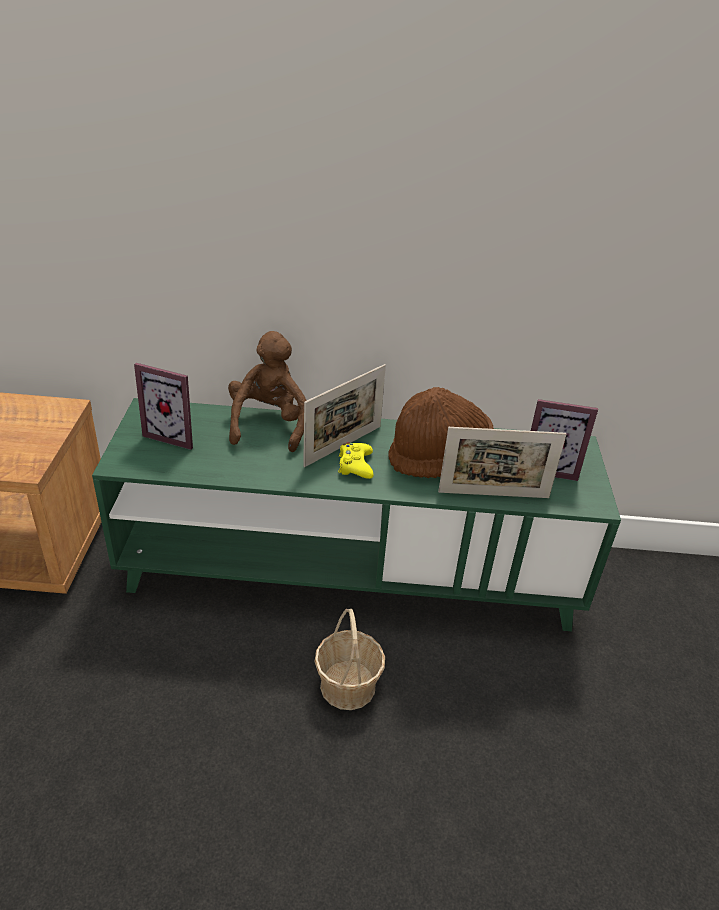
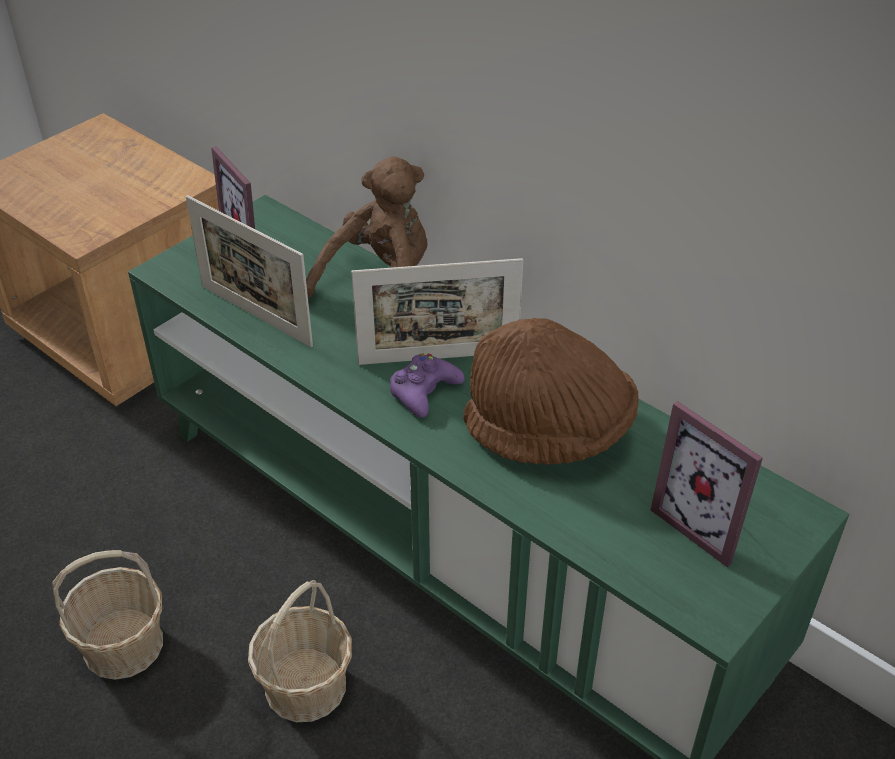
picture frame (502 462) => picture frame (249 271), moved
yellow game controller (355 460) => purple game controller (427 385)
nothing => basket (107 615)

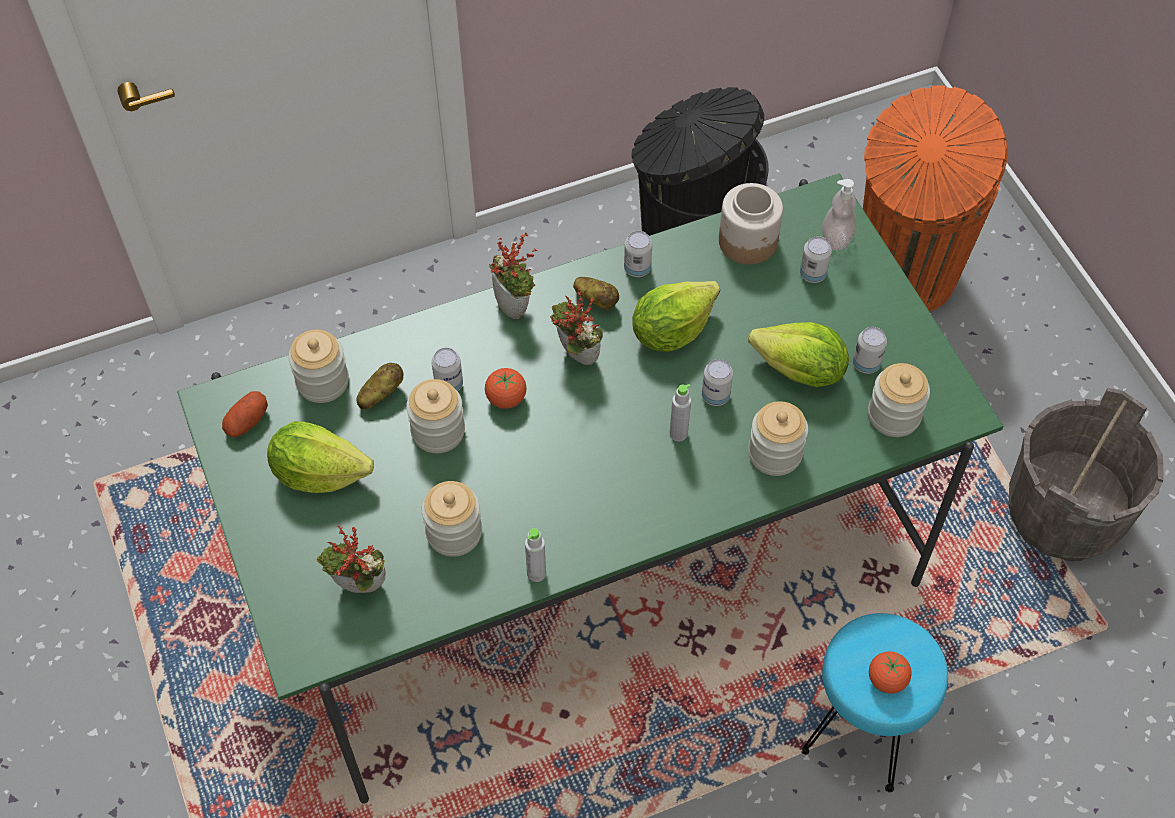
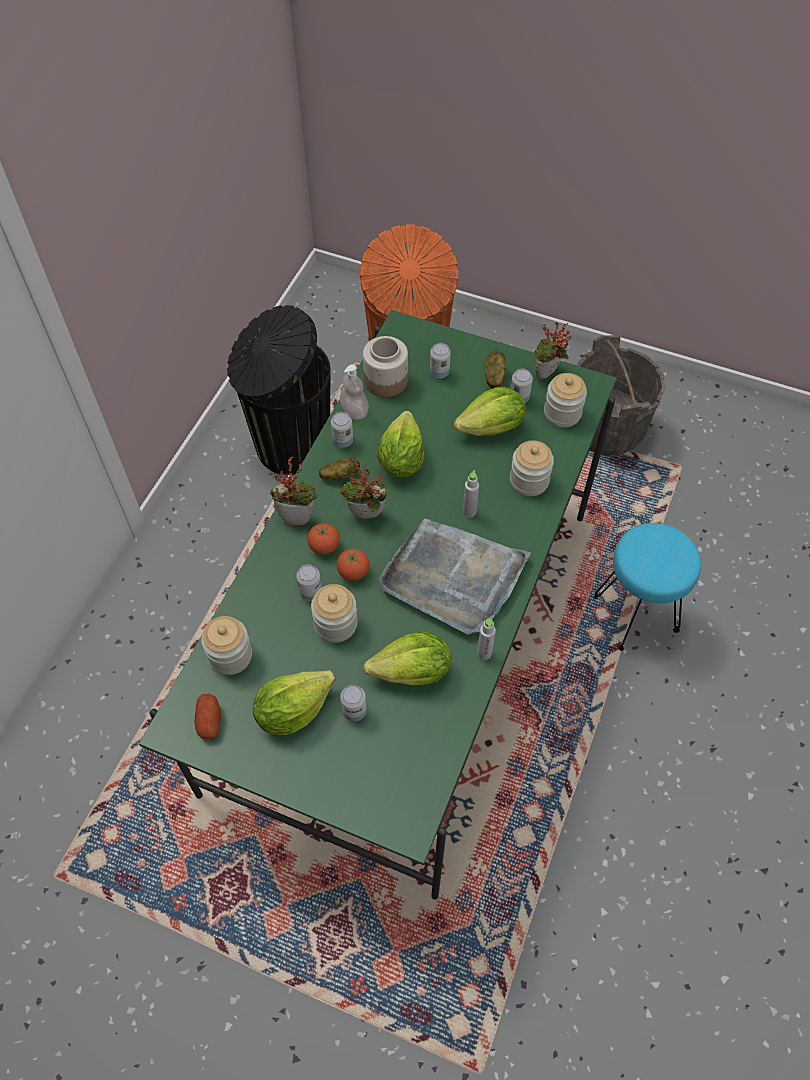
soap dispenser (839 215) => soap dispenser (354 392), moved
can (717 382) => can (353 703), moved
potato (379 386) => potato (495 370), moved
jar (452 519) => lettuce (408 658)
potted plant (351 559) => potted plant (553 350), moved
tomato (890 672) => tomato (323 539), moved
nothing => grey tray (454 577)

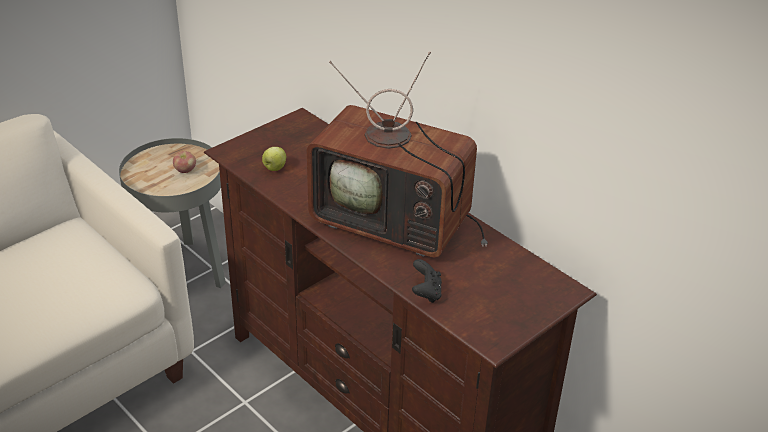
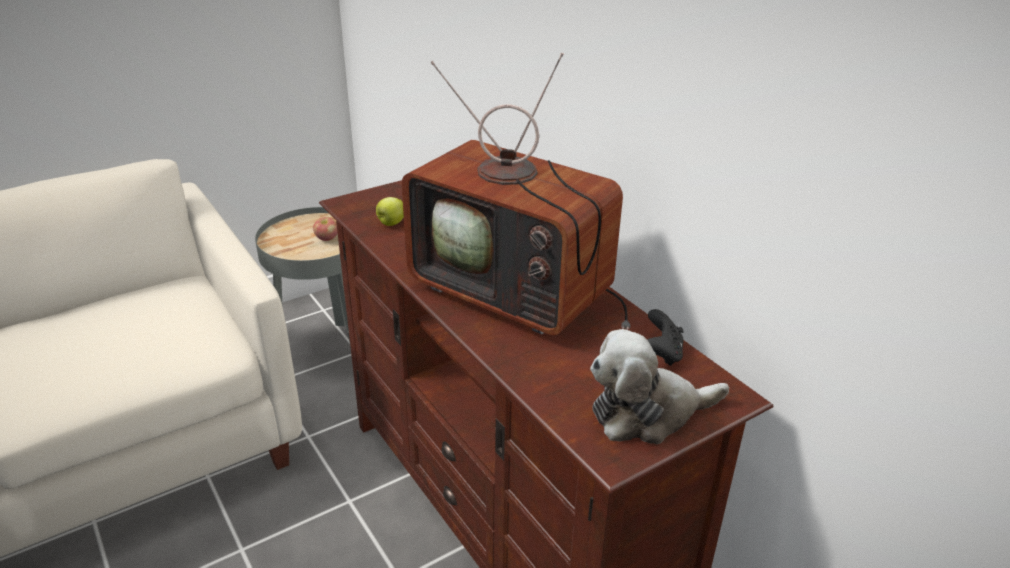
black game controller (427 281) => black game controller (665 337), moved
nothing => plush toy (659 386)

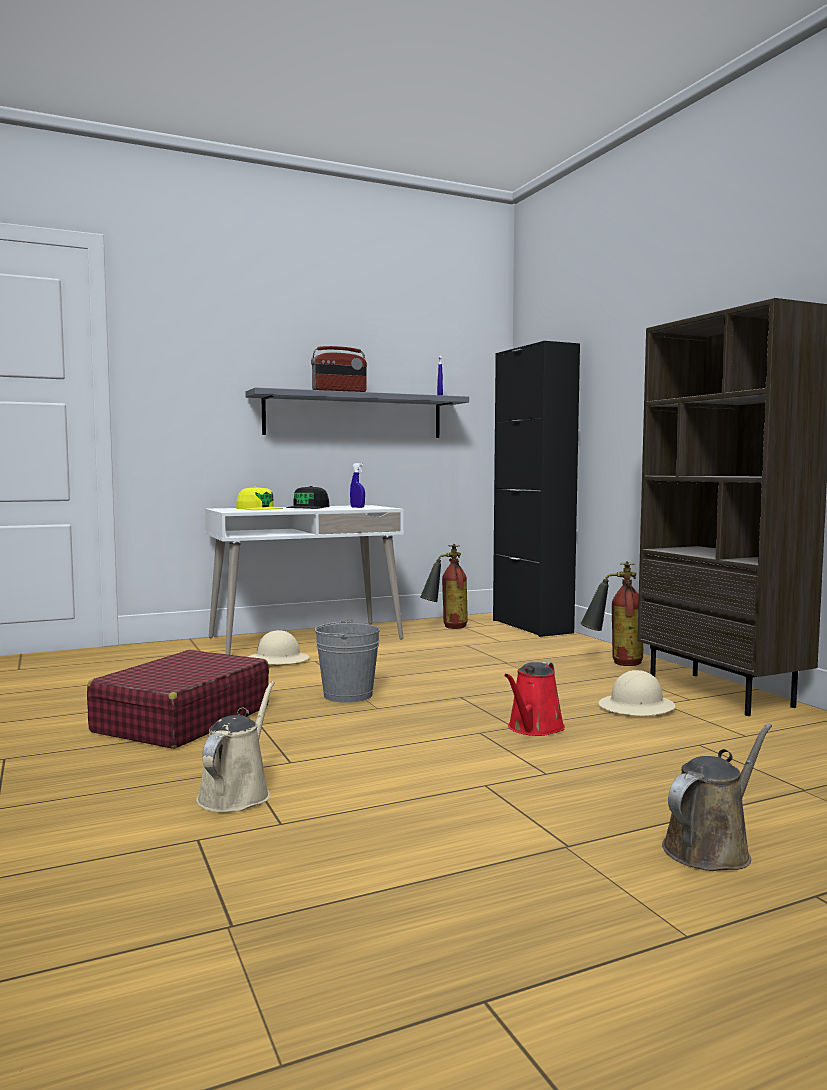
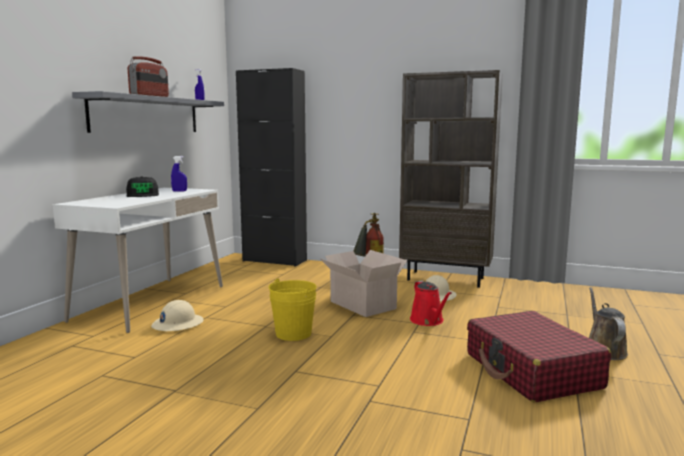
yellow cap (259 498) => nothing
fire extinguisher (444 586) => nothing
grey bucket (347 660) => yellow bucket (292 309)
red suitcase (178 699) => red suitcase (539 357), moved
beige watering can (235 746) => nothing
nothing => cardboard box (364 283)

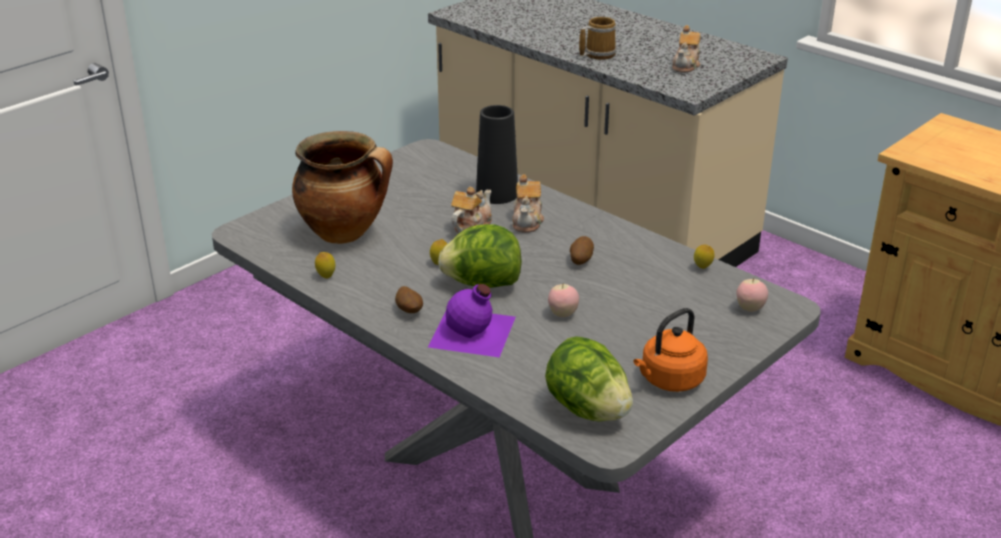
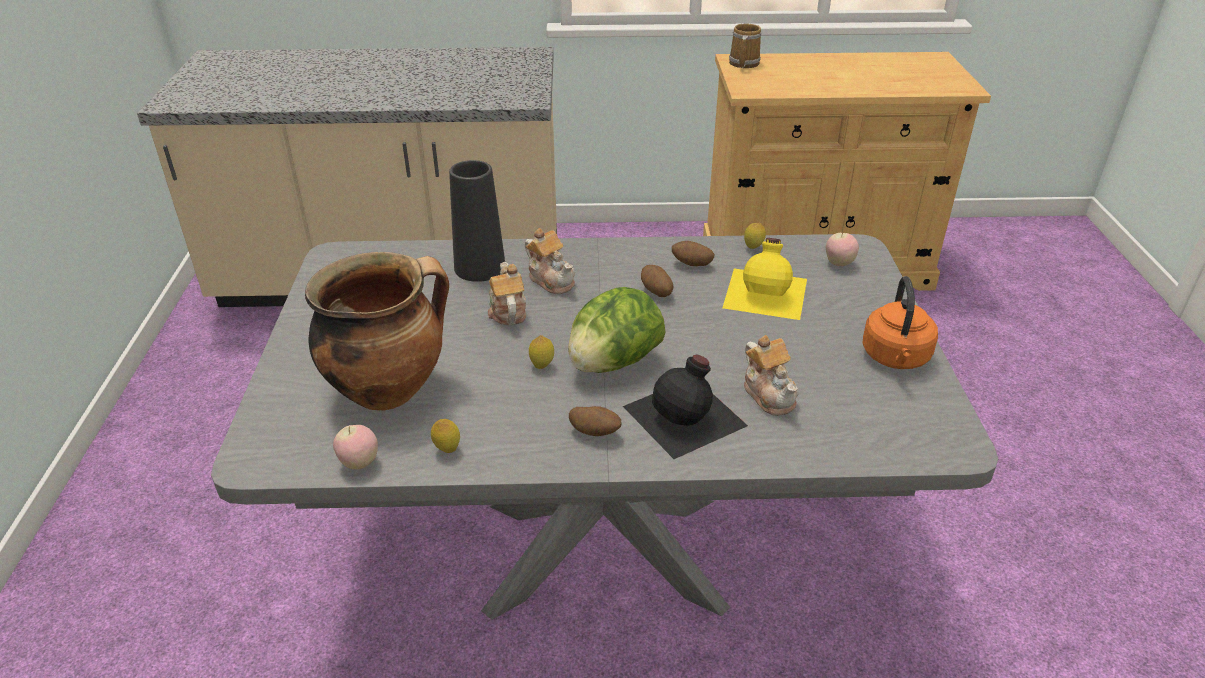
mug (597 38) => mug (745 45), moved
teapot (686 49) => teapot (771 375), moved
purple bottle (472 320) => black bottle (685 407)
apple (563 300) => apple (355 447), moved
lettuce (589 379) => nothing
nothing => yellow bottle (764 279)
nothing => potato (693 253)

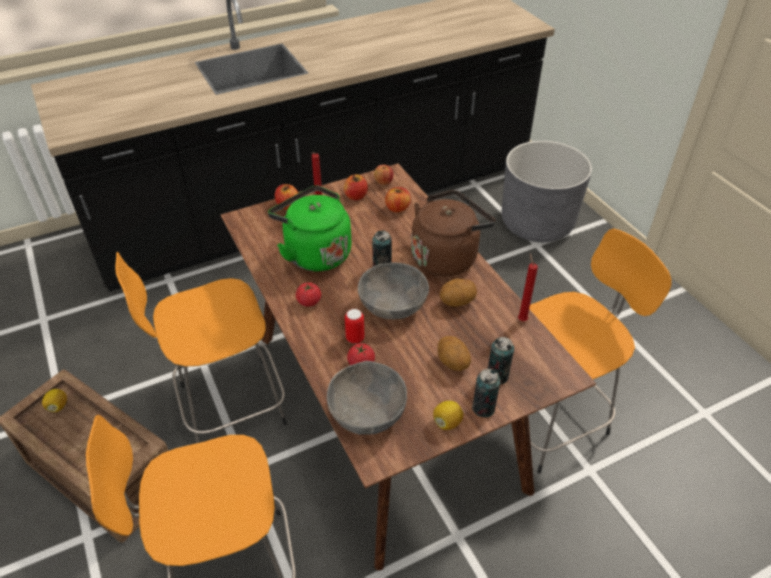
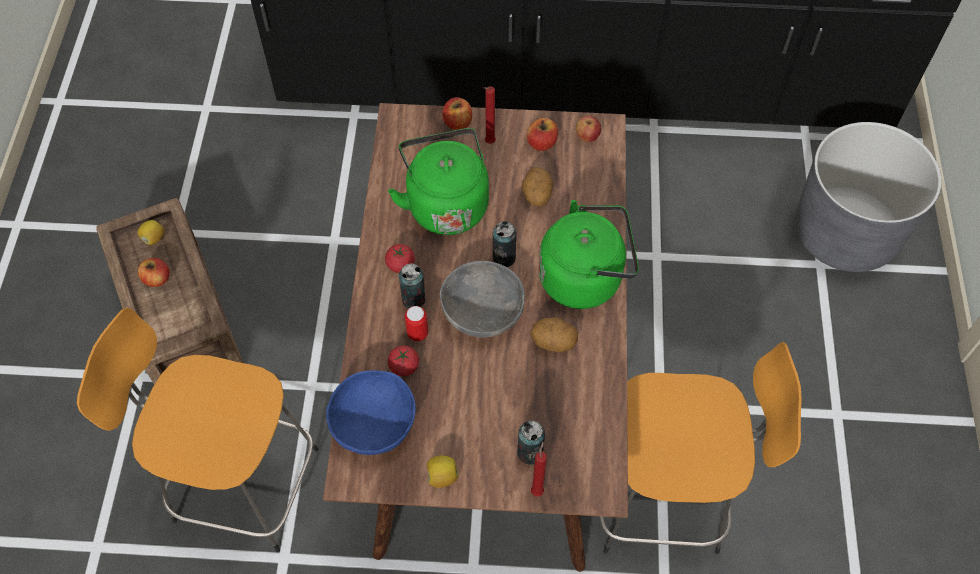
apple (398 199) => apple (154 272), moved
brown kettle (453 233) => green kettle (589 254)
orange stool (201 347) => nothing
red candle (528 287) => red candle (539 468), moved
potato (454 353) => potato (537 186), moved
grey bowl (367 398) => blue bowl (371 412)
can (486 393) => can (412 286), moved

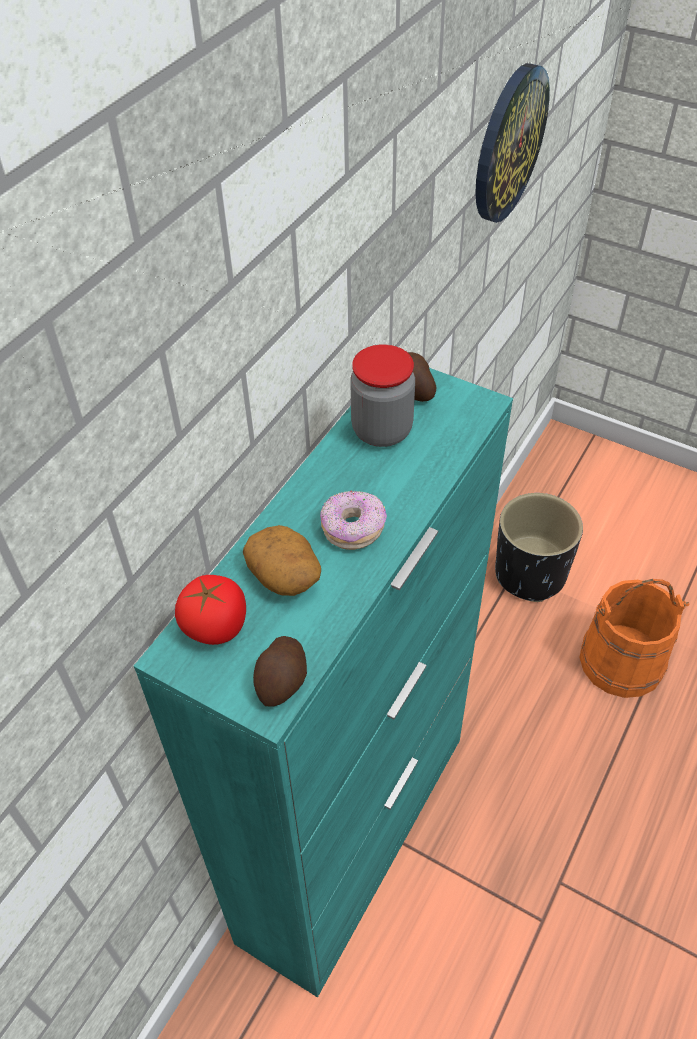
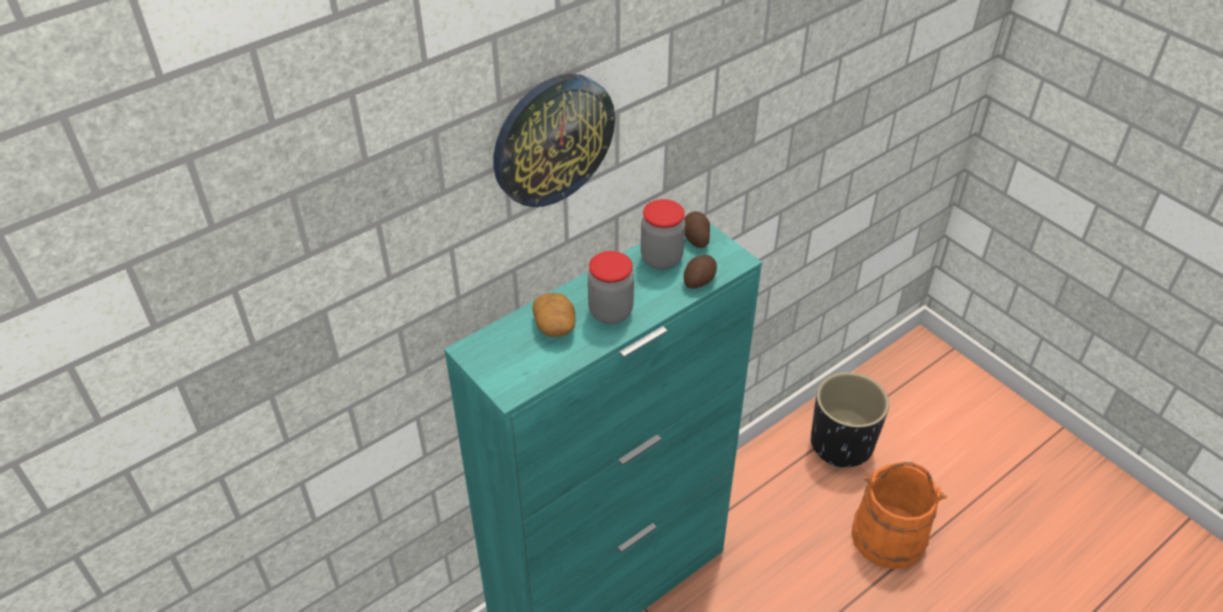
wall clock (512 143) => wall clock (554 140), moved
donut (353 520) => jar (611 287)
tomato (210 610) => nothing
potato (280 671) => potato (700 272), moved

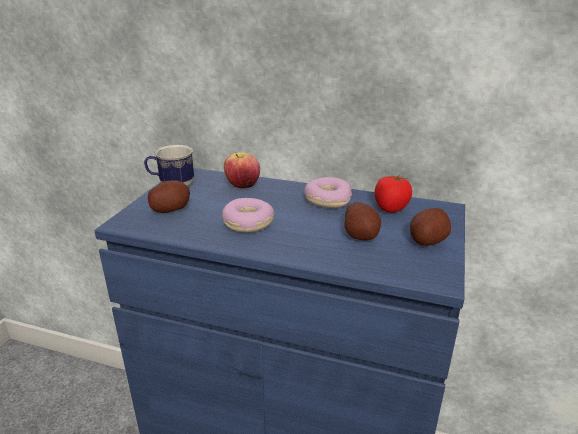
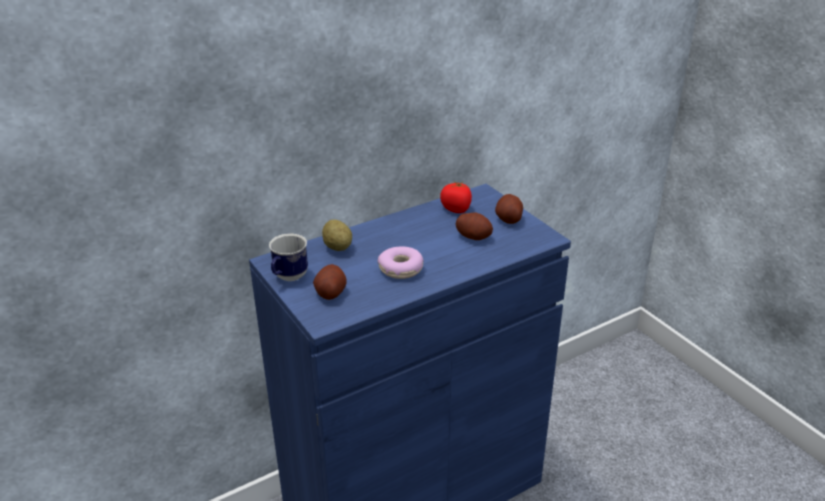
apple (242 170) => potato (337 235)
donut (328 192) => nothing

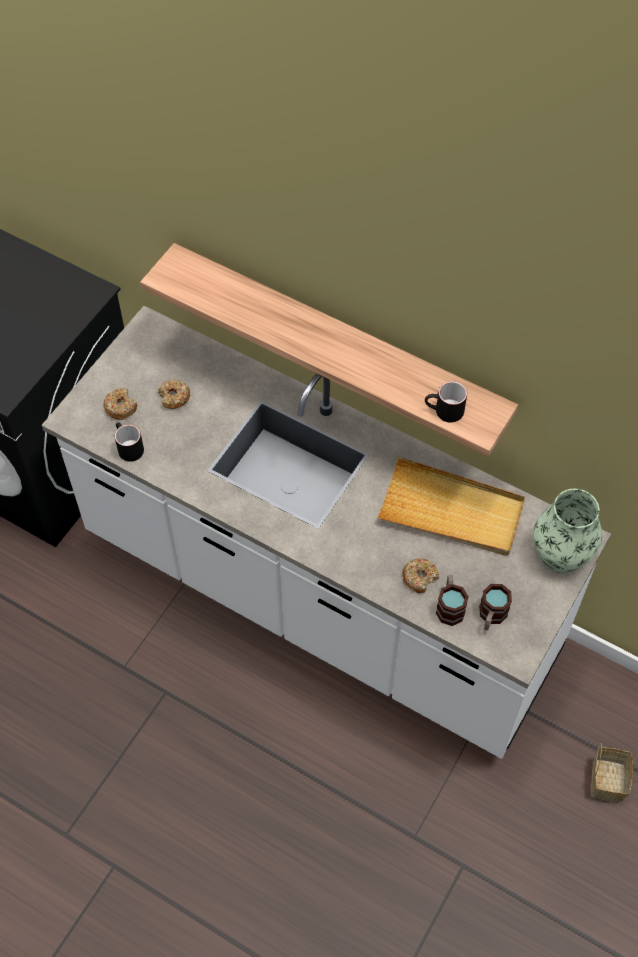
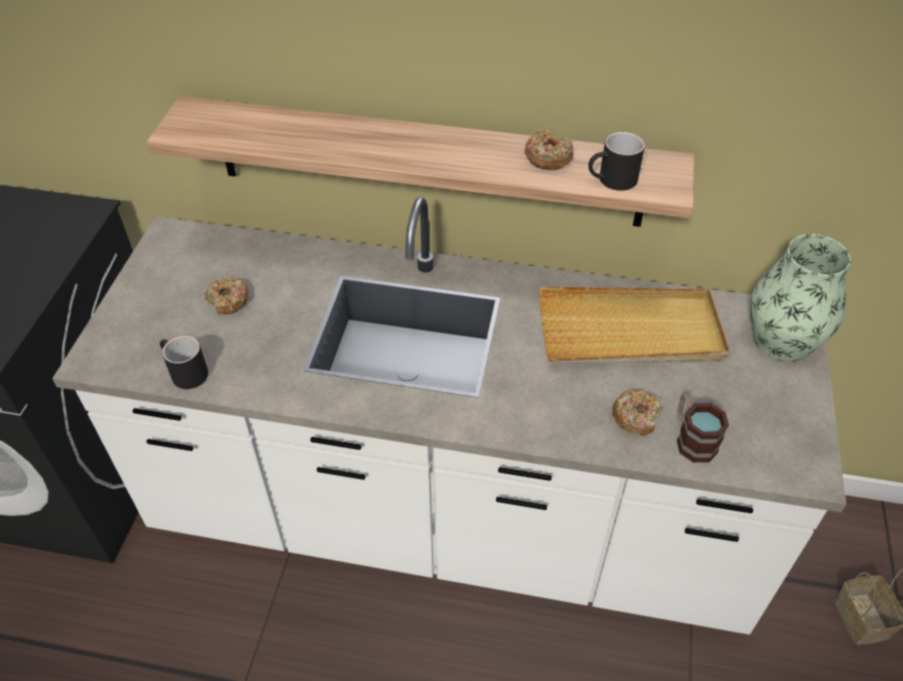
donut (120 404) => donut (549 149), moved
mug (495 607) => nothing

